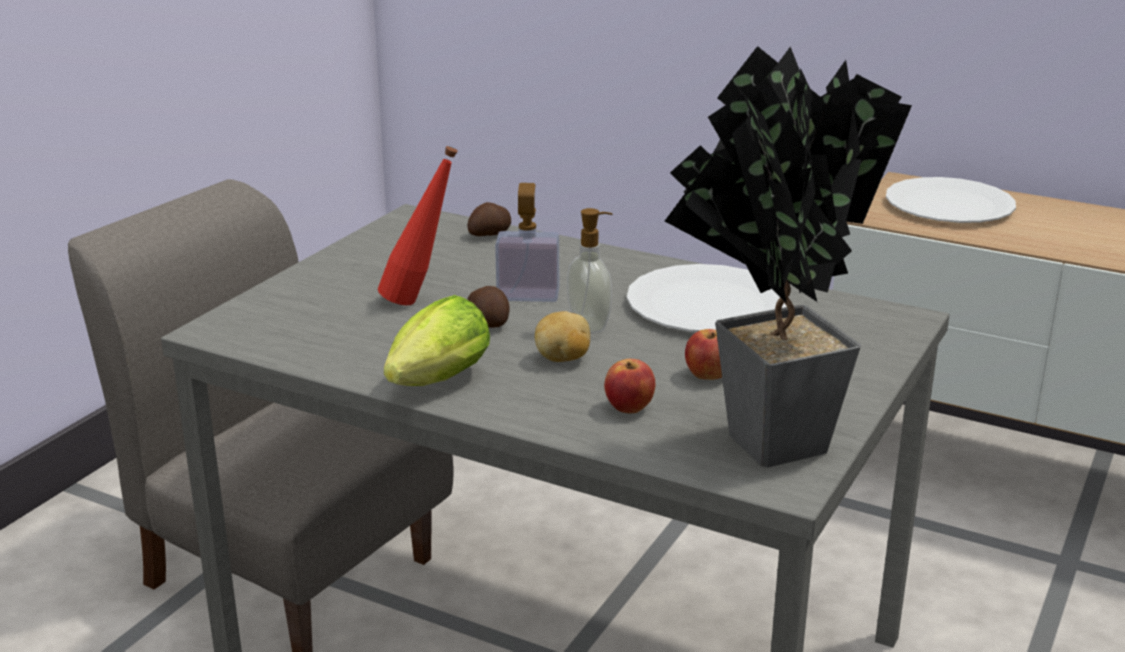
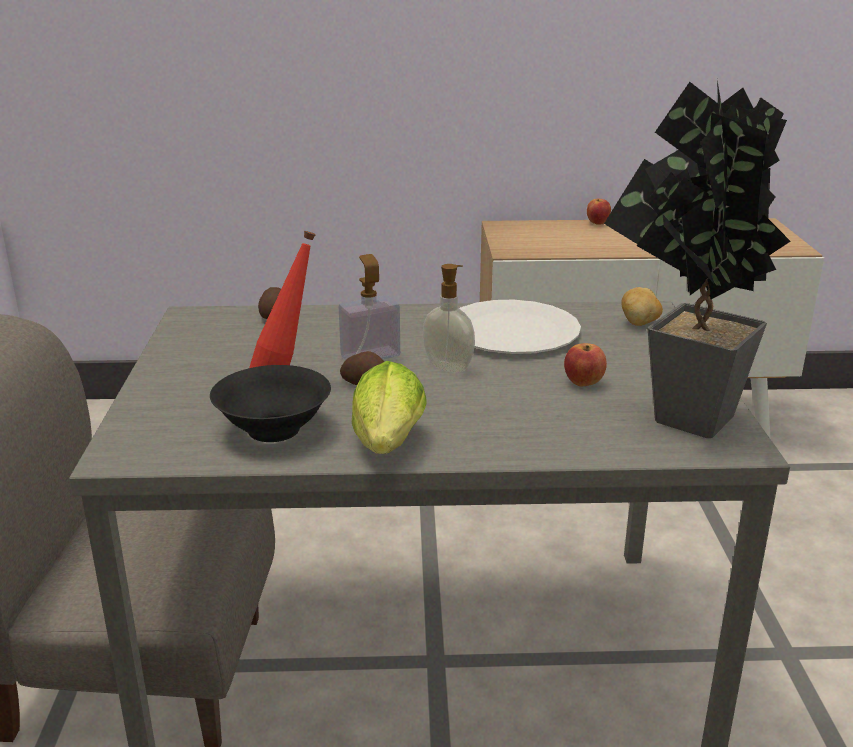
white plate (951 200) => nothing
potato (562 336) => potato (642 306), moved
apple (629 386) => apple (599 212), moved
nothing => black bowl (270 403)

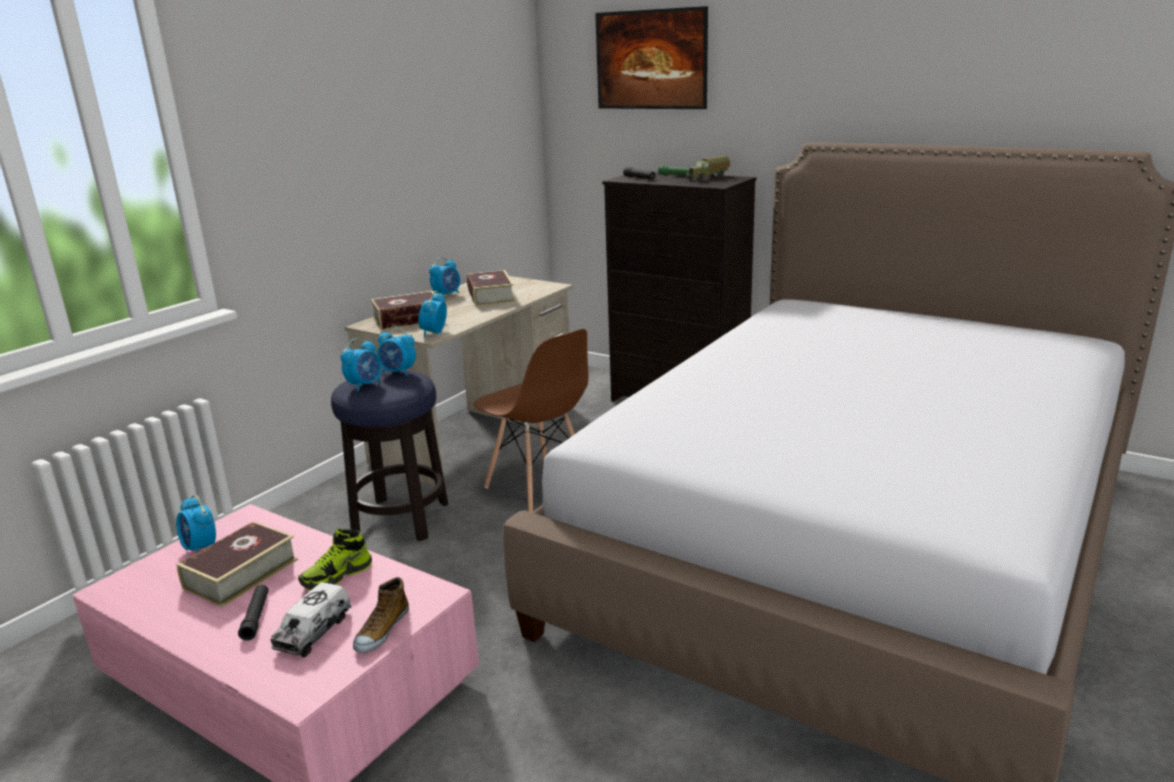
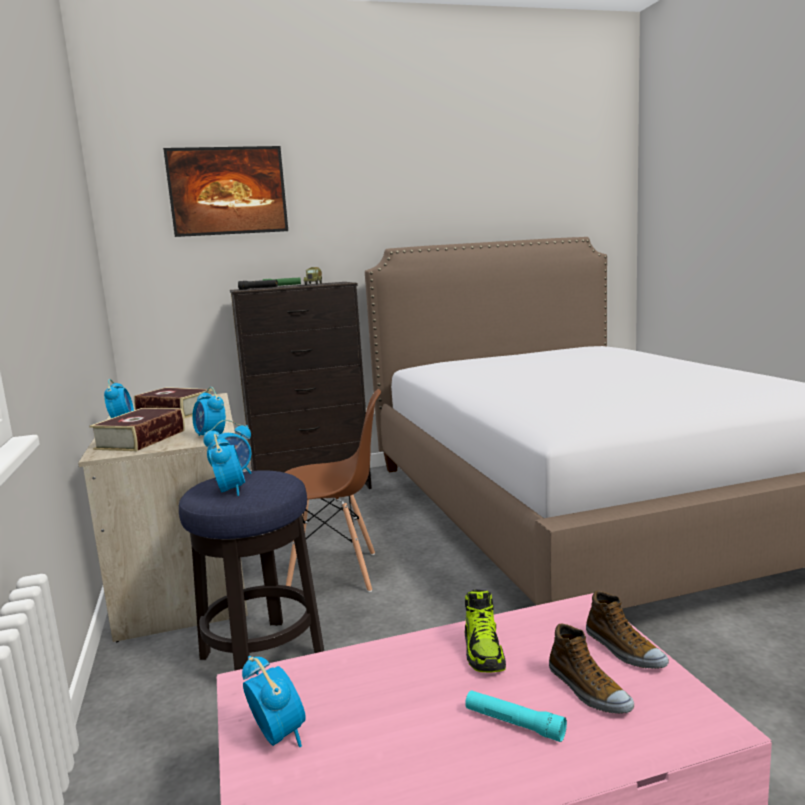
alarm clock (196 523) => alarm clock (274 701), 120 degrees counterclockwise
book (237 564) => nothing
toy truck (311 619) => shoe (591 668)
black flashlight (253 613) => turquoise flashlight (516 716)

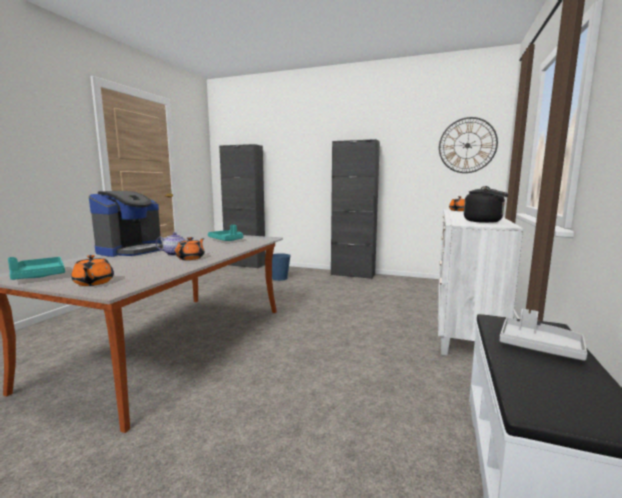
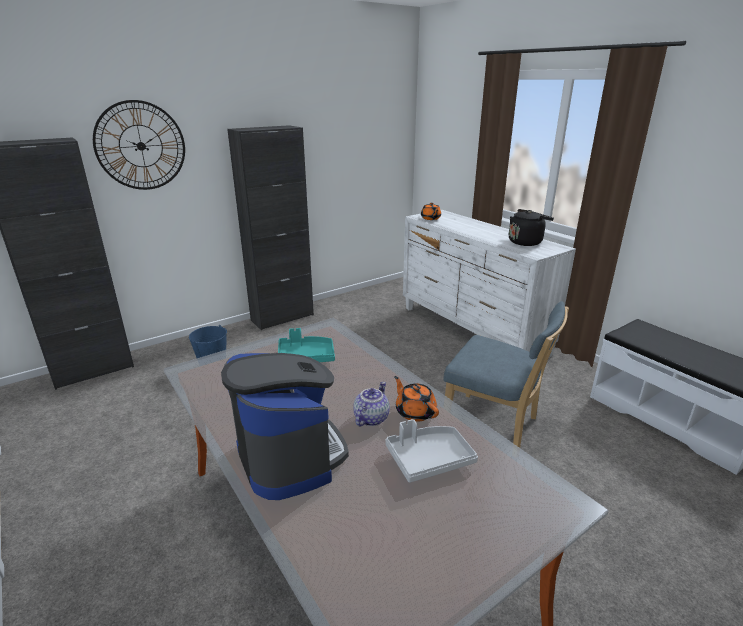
wall clock (468 145) => wall clock (139 145), moved
orange teapot (92 270) => nothing
turquoise tray (36 268) => nothing
grey tray (543 335) => grey tray (431 451), moved
nothing => blue chair (506 374)

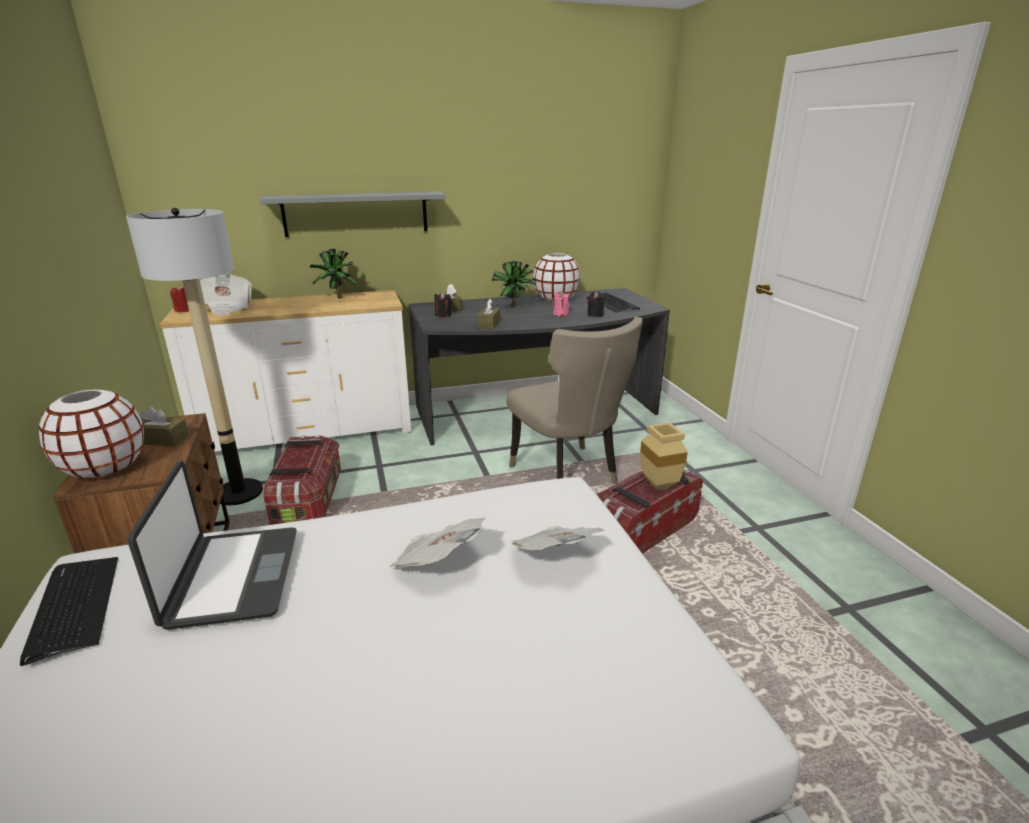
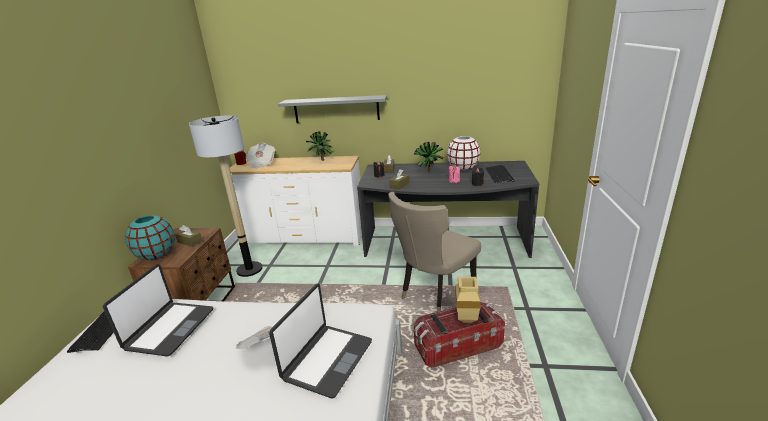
beige chair (574 401) => beige chair (435 252), 45 degrees clockwise
white vase (91 434) => turquoise vase (150 237)
storage box (302 480) => nothing
newspaper (558 538) => laptop (320 340)

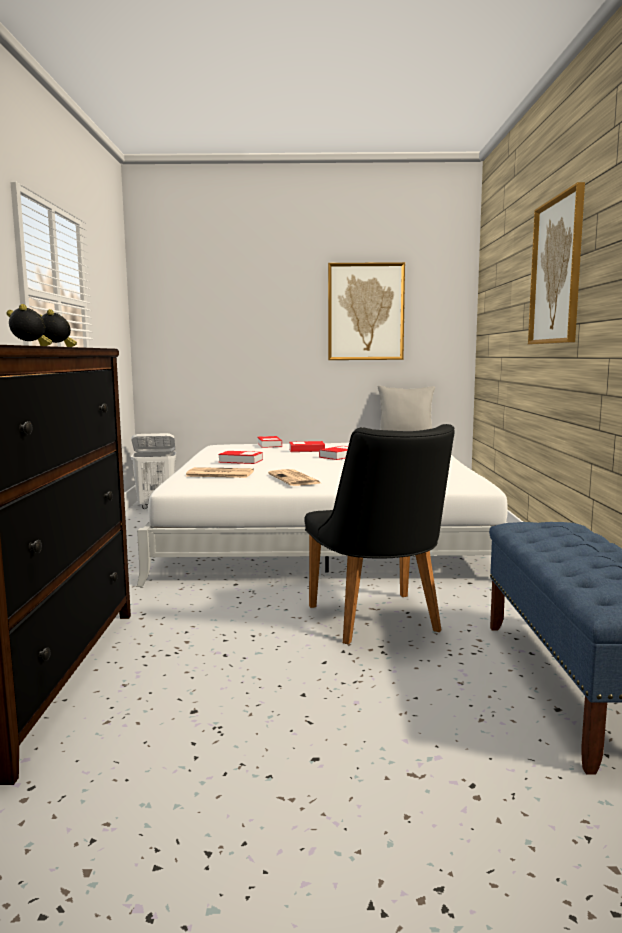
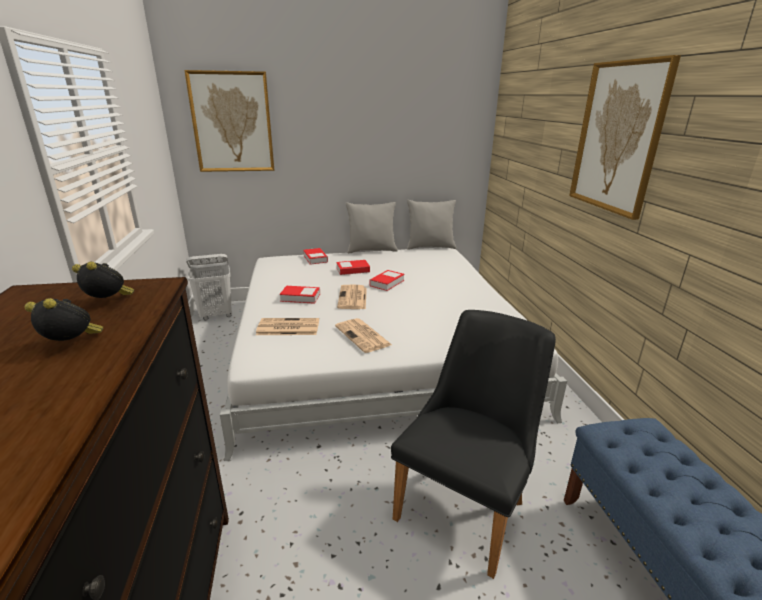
picture (366 311) => picture (229 121), moved
black chair (380 534) => black chair (473 444), 120 degrees counterclockwise
nothing => grey pillow (371 228)
nothing => newspaper (352 296)

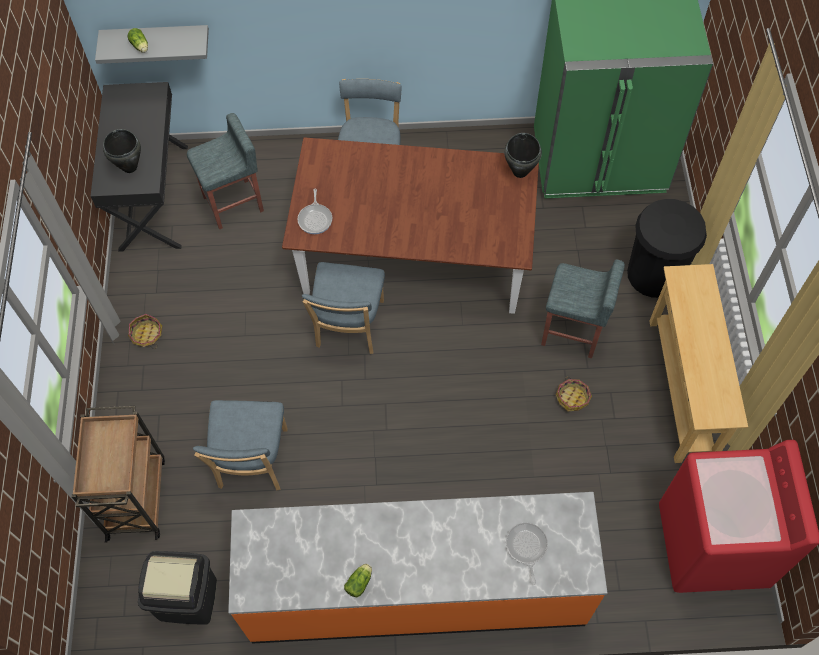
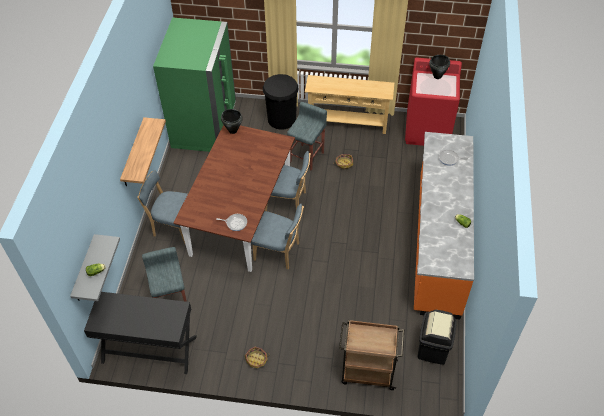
black cooking pot (122 151) => black cooking pot (439 67), moved
blue chair (240 445) => blue chair (288 181), moved
nothing => shelf (143 152)

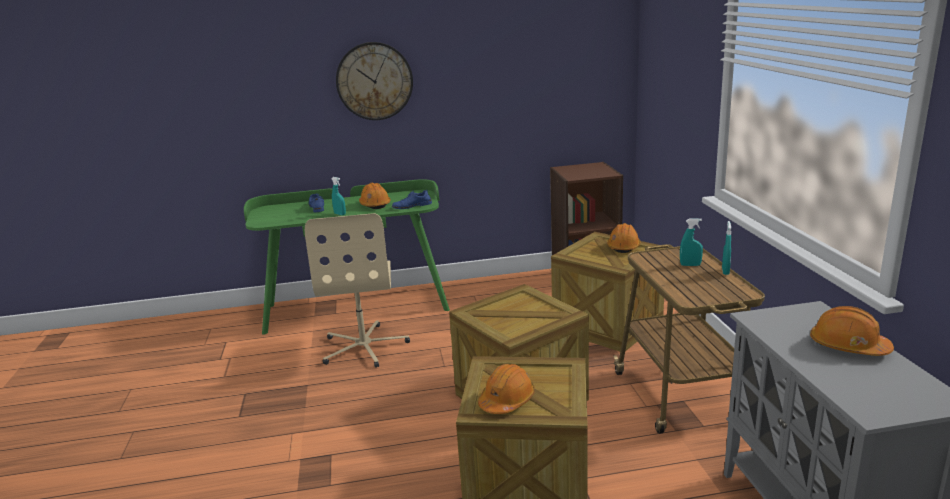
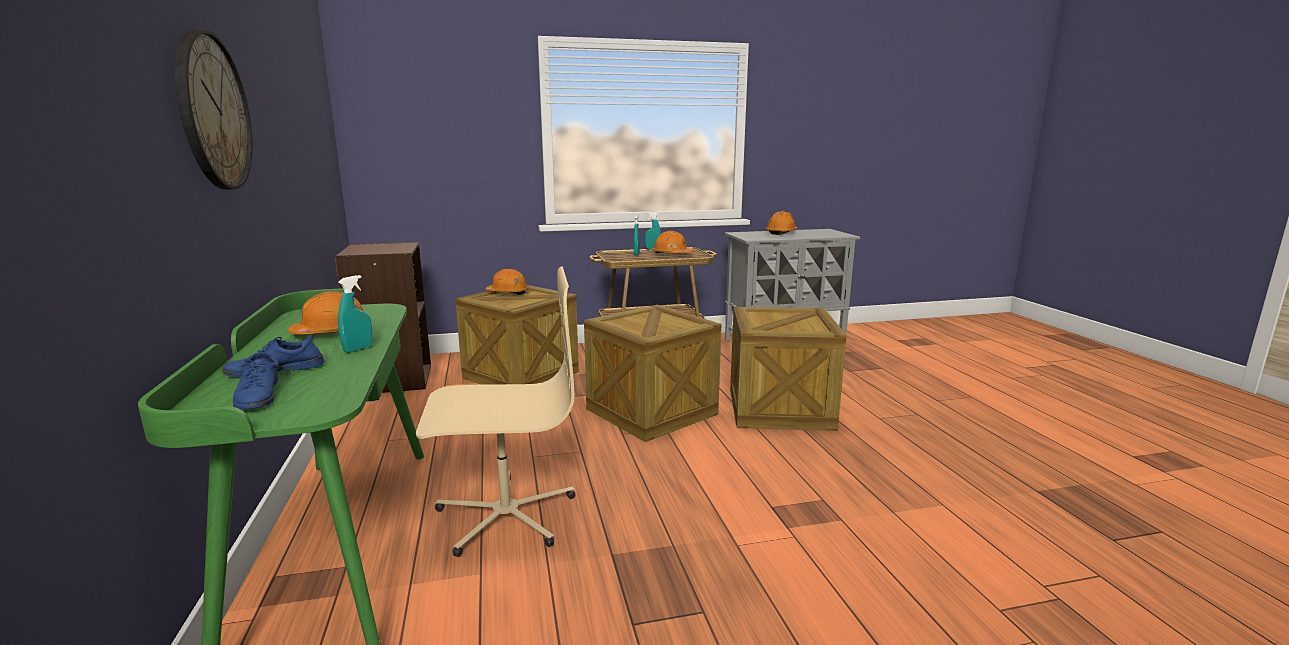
blue shoe (412 199) => blue shoe (256 379), moved
orange hard hat (506 389) => orange hard hat (672 242), moved

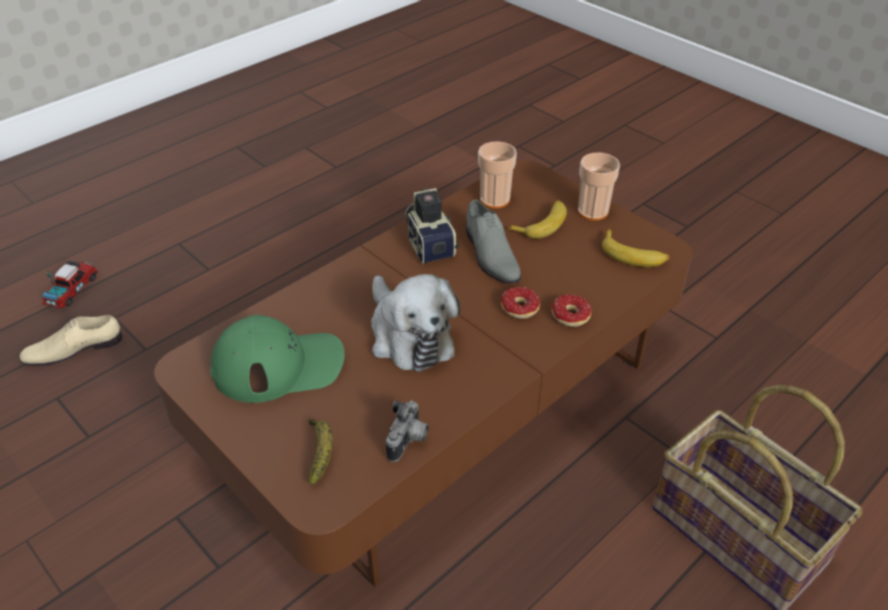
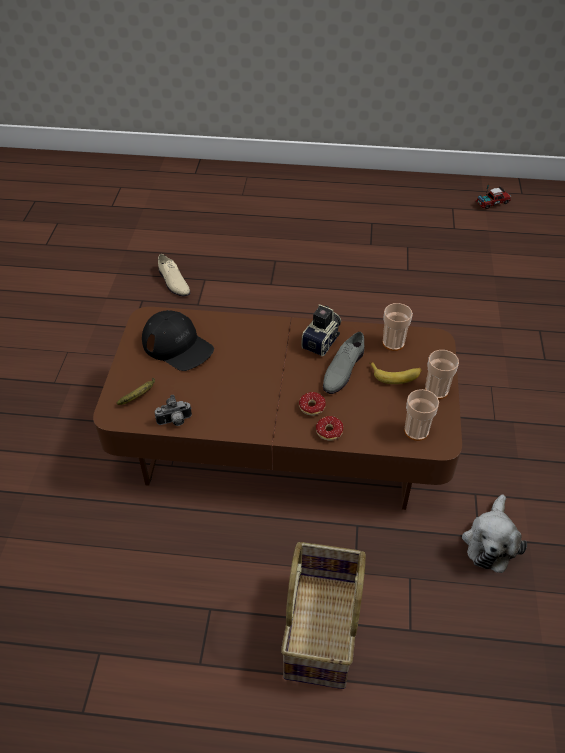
banana (636 248) => cup (421 415)
toy truck (70 285) => toy truck (493 196), moved
plush toy (415 323) => plush toy (494 533), moved
beige shoe (70 340) => beige shoe (174 275), 150 degrees counterclockwise
green cap (277 359) => black cap (178 340)

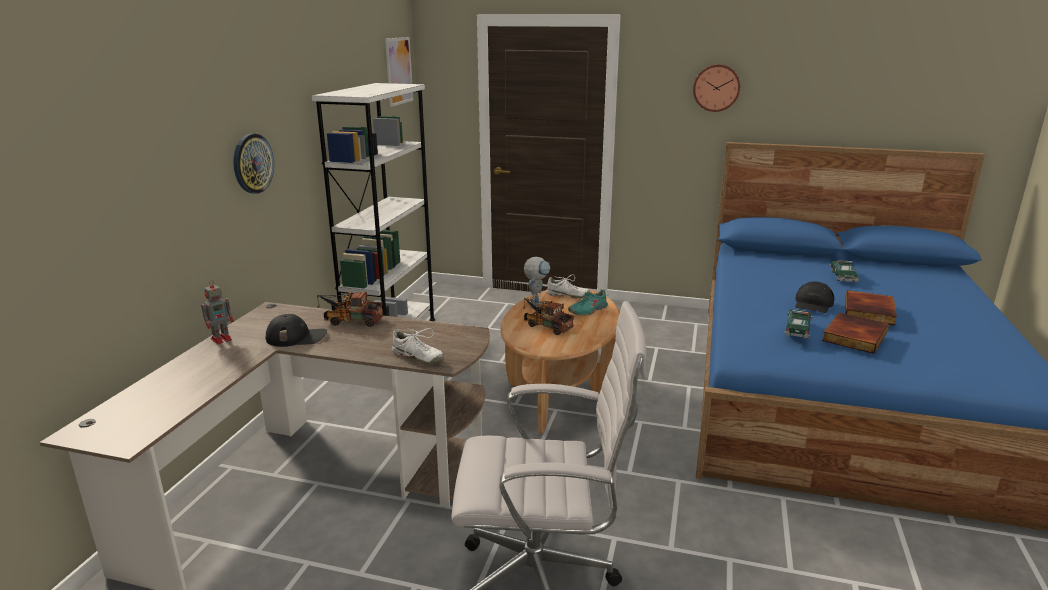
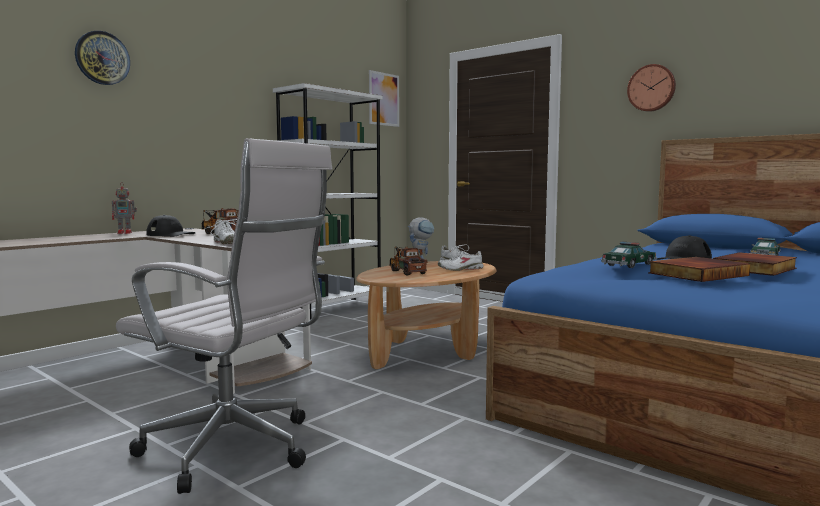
wall clock (253 163) => wall clock (102 58), moved
turquoise shoe (588 302) => white shoe (461 261)

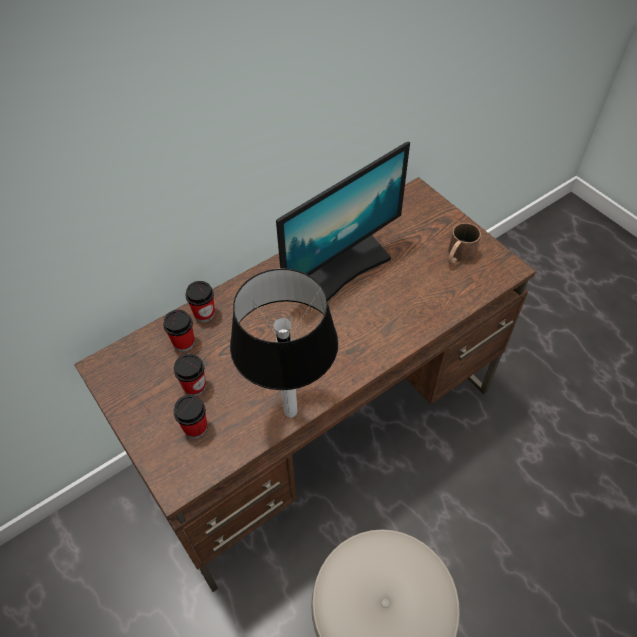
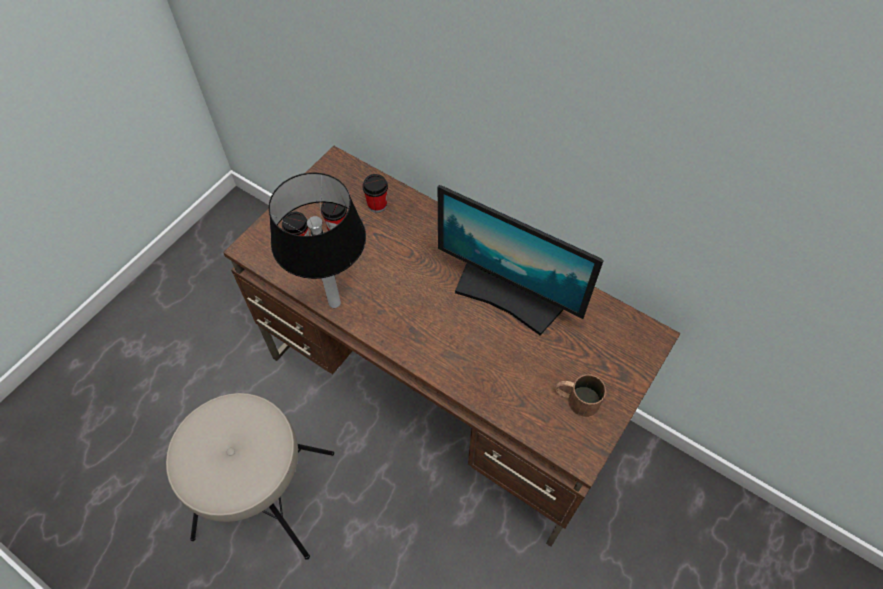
cup (200 301) => nothing

